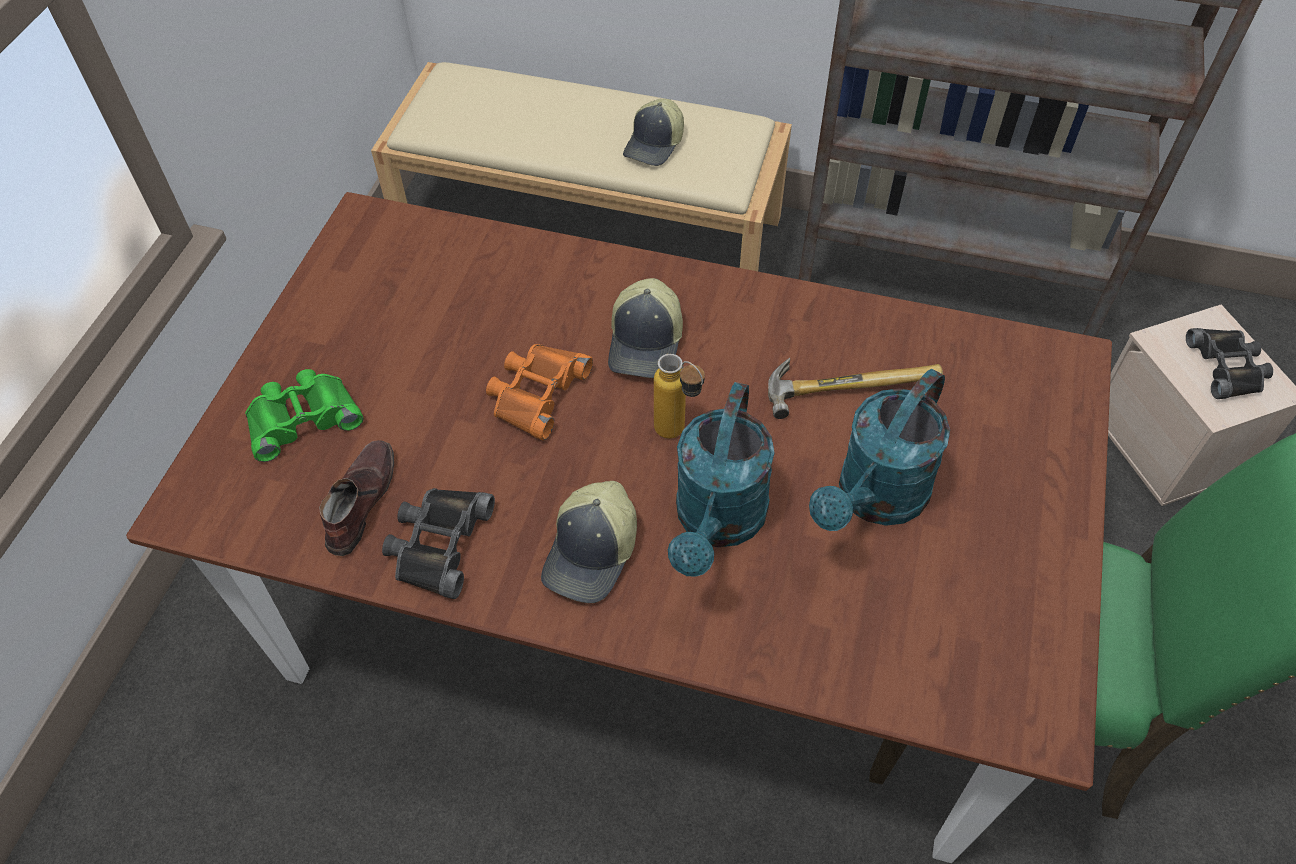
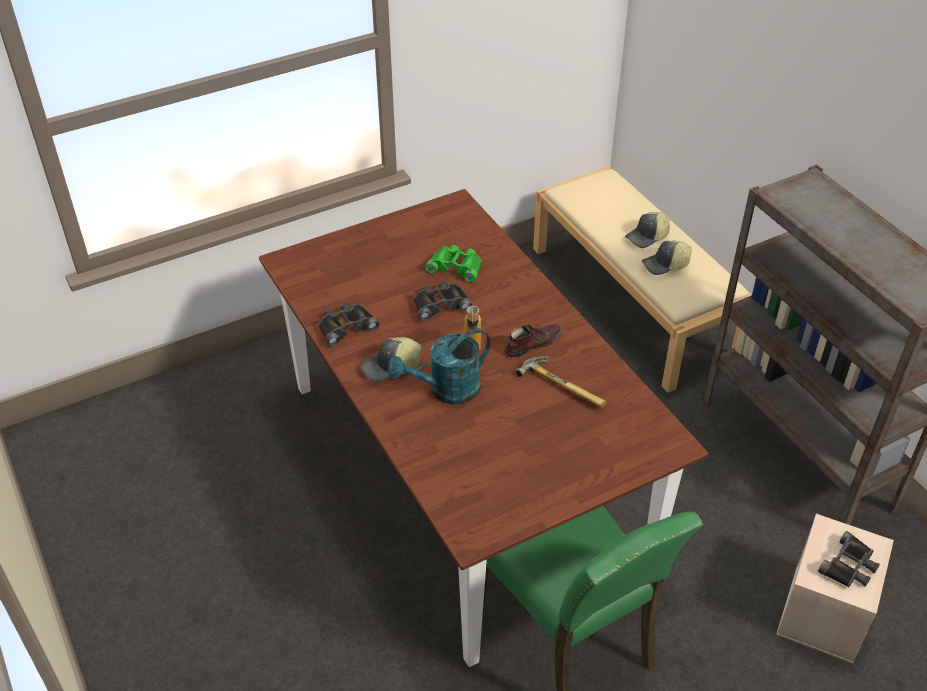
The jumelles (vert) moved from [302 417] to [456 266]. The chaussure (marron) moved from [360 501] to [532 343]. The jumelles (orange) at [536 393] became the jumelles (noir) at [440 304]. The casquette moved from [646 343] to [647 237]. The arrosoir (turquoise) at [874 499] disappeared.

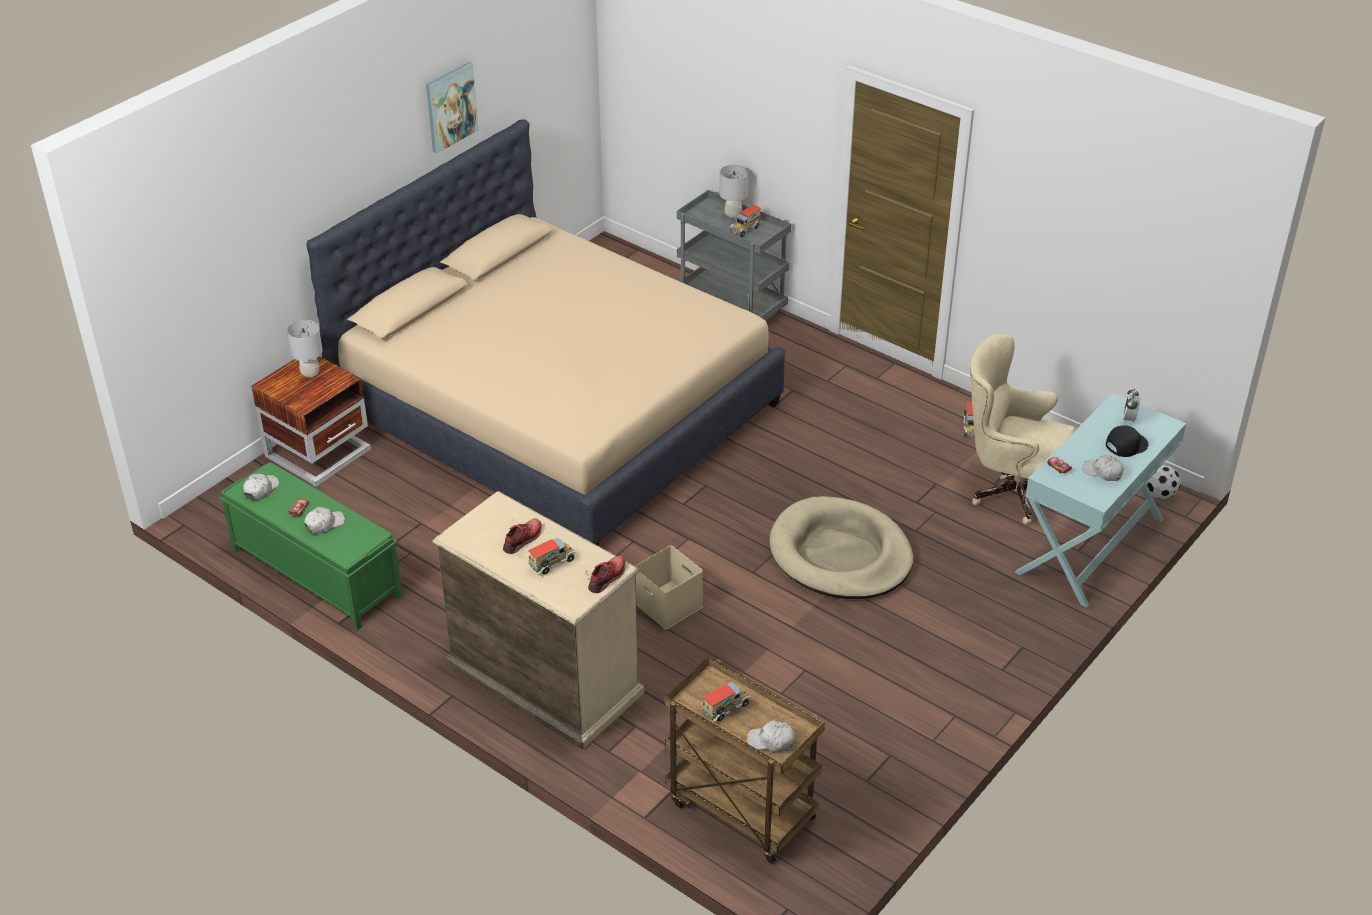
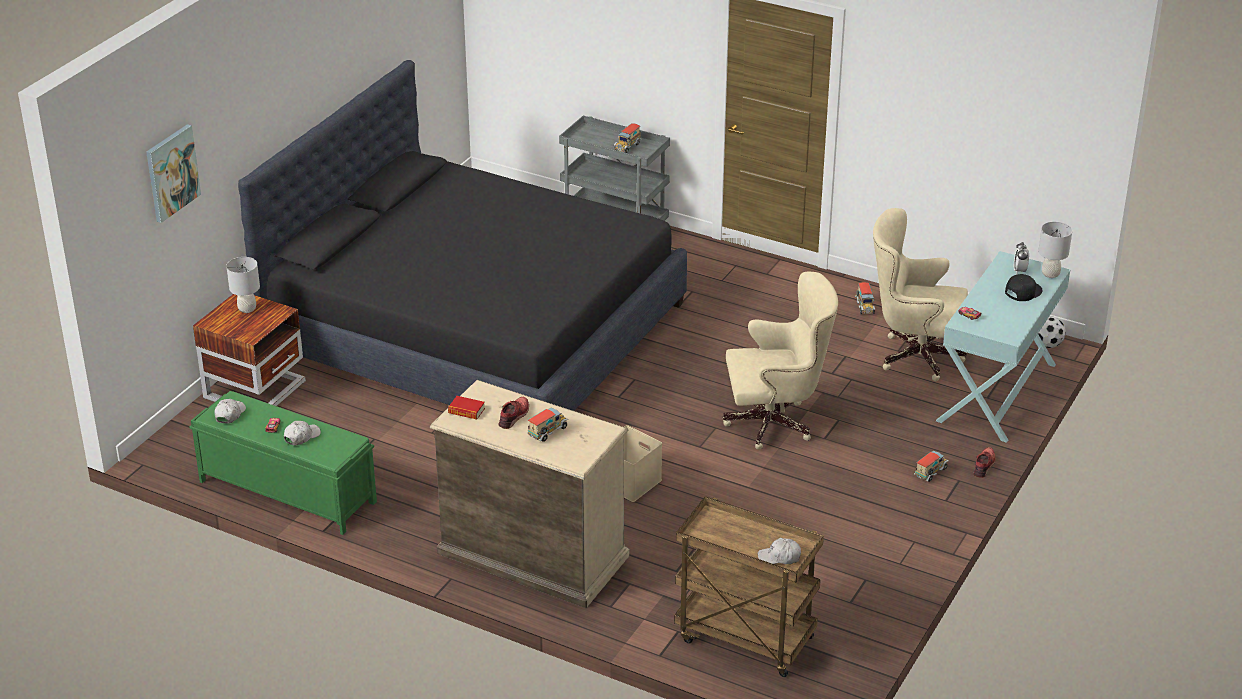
The lit (beige) at [556 408] became the lit (noir) at [474 328]. The tableau moved from [450 106] to [172 172]. The chaussure (rouge) moved from [607 578] to [984 465]. The camion jouet moved from [726 709] to [931 473]. The lampe de table (gris) moved from [732 215] to [1050 275]. The panier pour chien (beige) at [840 554] was replaced by the chaise de bureau (beige) at [775 423]. The casquette (blanc) at [1102 472] disappeared. The livre at [466 411] appeared.

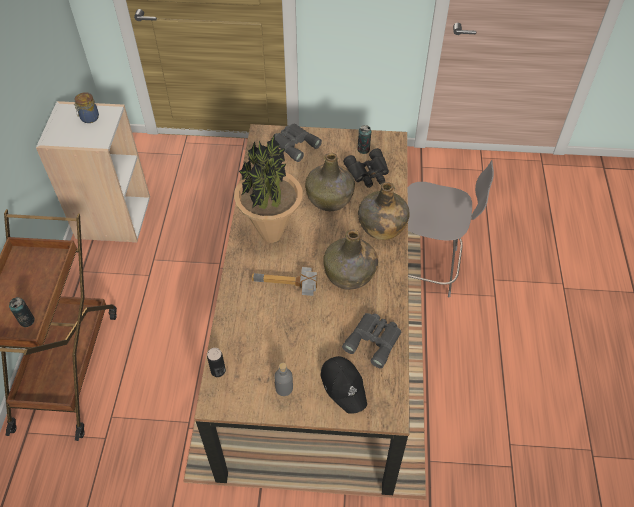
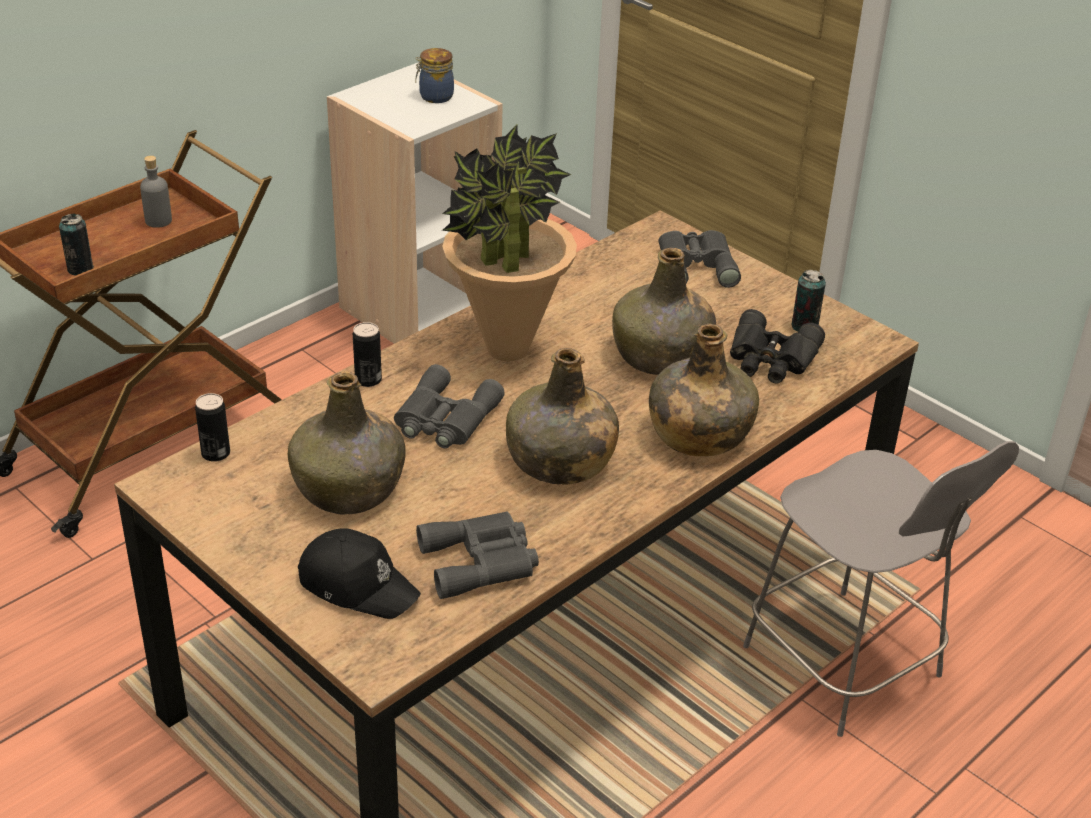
The marteau at [286 286] was replaced by the jumelles (gris) at [444 419]. The bouteille (gris) moved from [284 388] to [158 221]. The casquette (noir) at [344 386] turned 75 degrees counterclockwise. The bouteille (vert) at [350 488] appeared. The boîte métallique at [368 380] appeared.

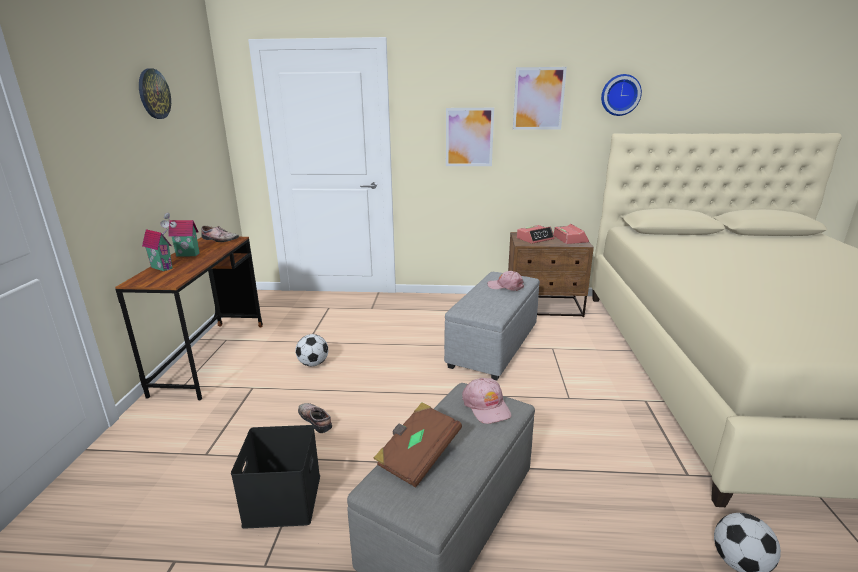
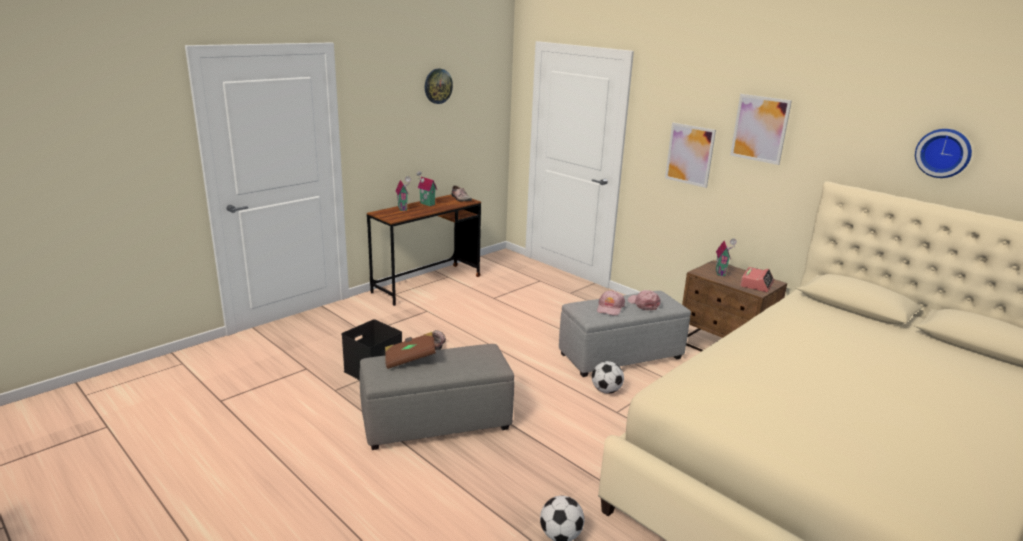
The ballon de foot moved from [313 364] to [606 390]. The casquette (rose) moved from [486 406] to [610 308]. The réveil at [535 239] was replaced by the maison miniature at [721 273]. The horloge murale moved from [620 95] to [943 153].

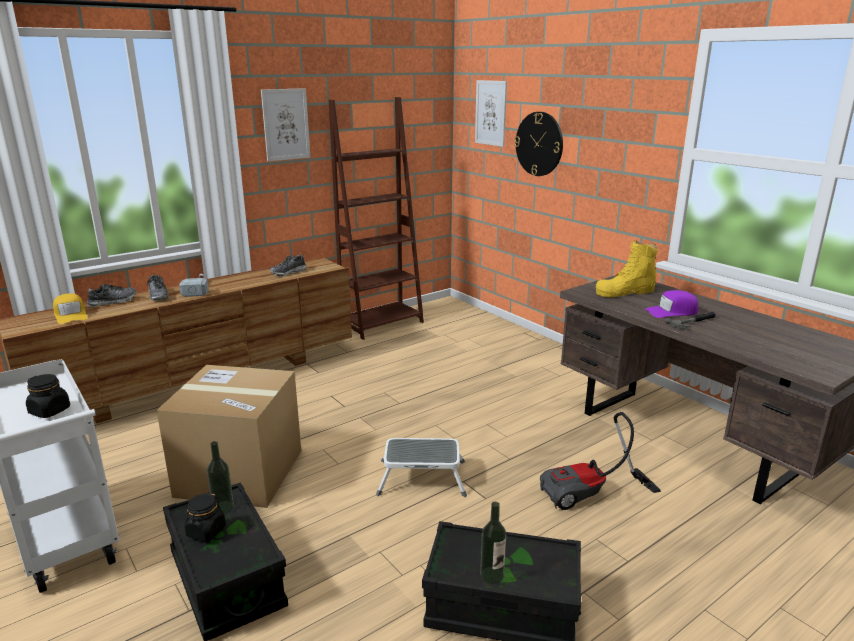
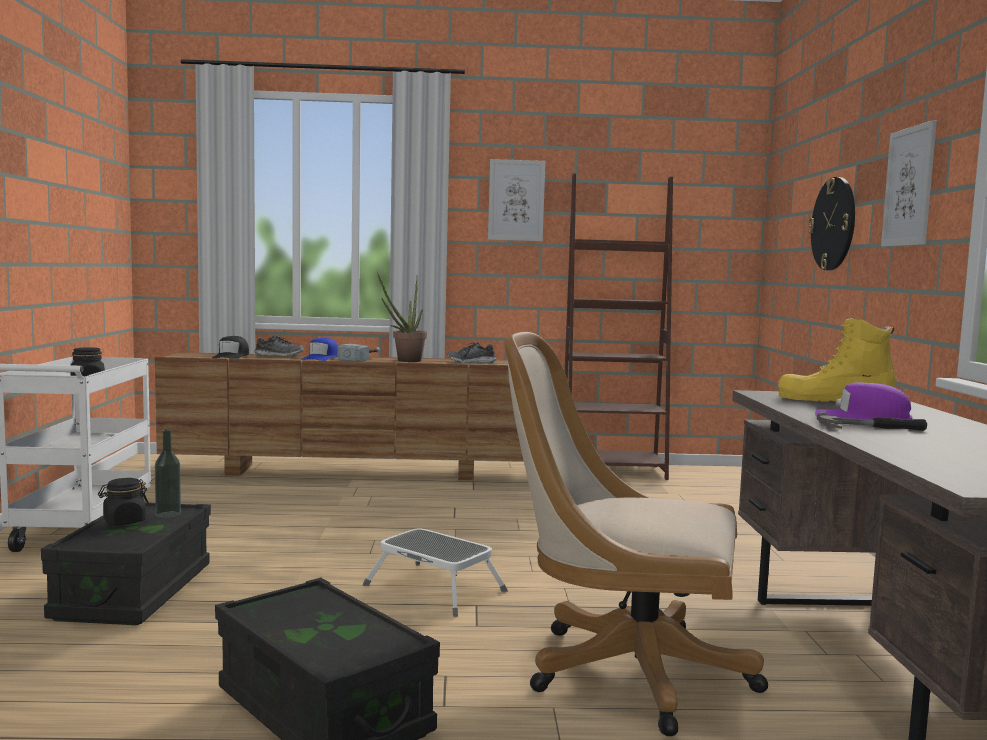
The casquette (jaune) at [71 315] became the casquette (noir) at [231 356]. The chaussure at [158 296] was replaced by the casquette (bleu) at [321 358]. The carton at [240 473] disappeared. The tableau moved from [491 113] to [909 187]. The bouteille at [492 575] disappeared. The aspirateur at [591 495] was replaced by the chaise de bureau at [622 670]. The plante en pot at [405 361] appeared.

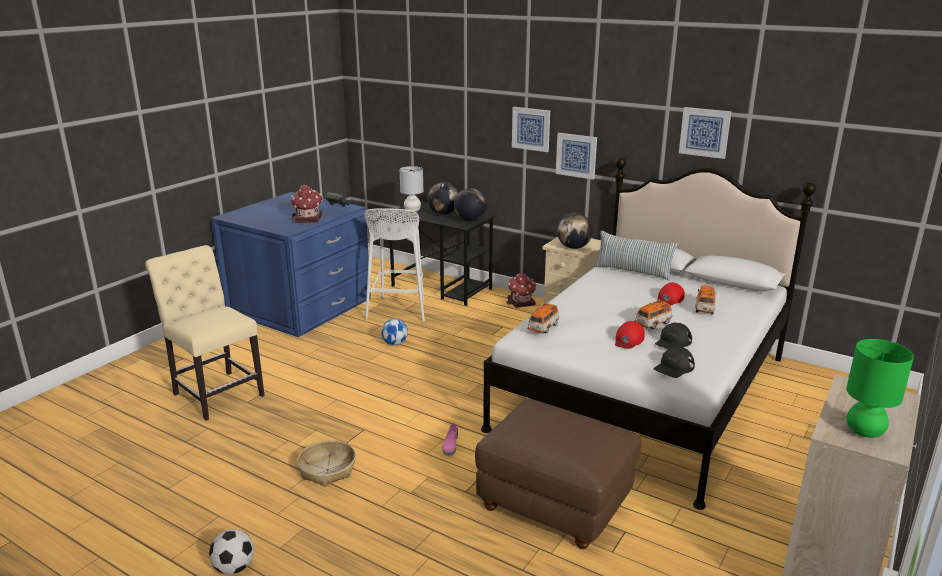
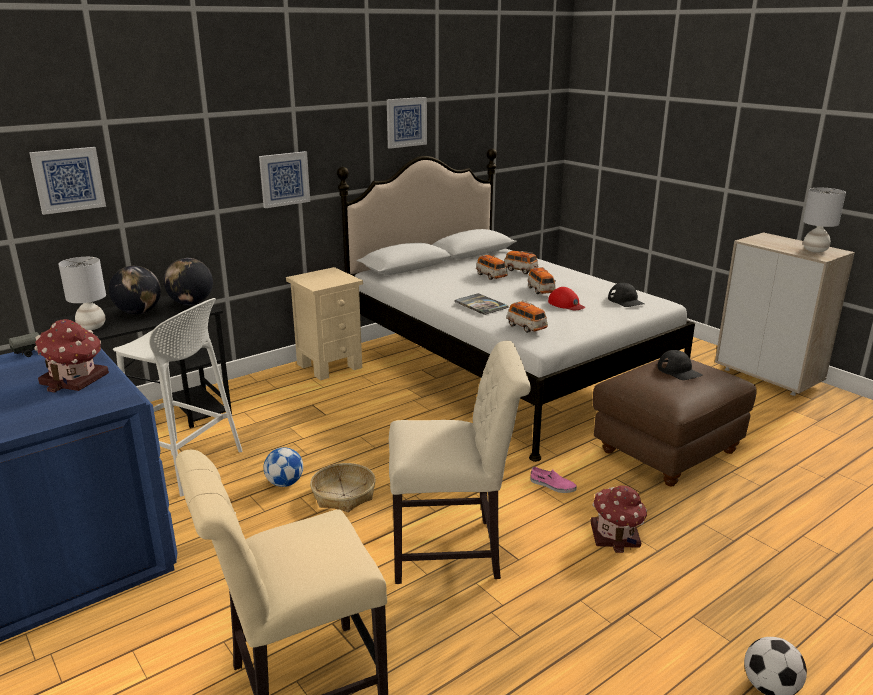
The panier moved from [328 470] to [343 495]. The maison miniature moved from [521 302] to [616 535]. The tableau moved from [531 129] to [68 180]. The globe at [573 247] disappeared. The coussin at [633 271] disappeared. The casquette (noir) moved from [673 342] to [679 371]. The casquette (rouge) at [669 299] was replaced by the petite voiture at [491 276]. The lampe de table (vert) at [865 432] became the lampe de table (gris) at [815 250]. The chaise (beige) at [454 551] appeared. The livre at [481 305] appeared.

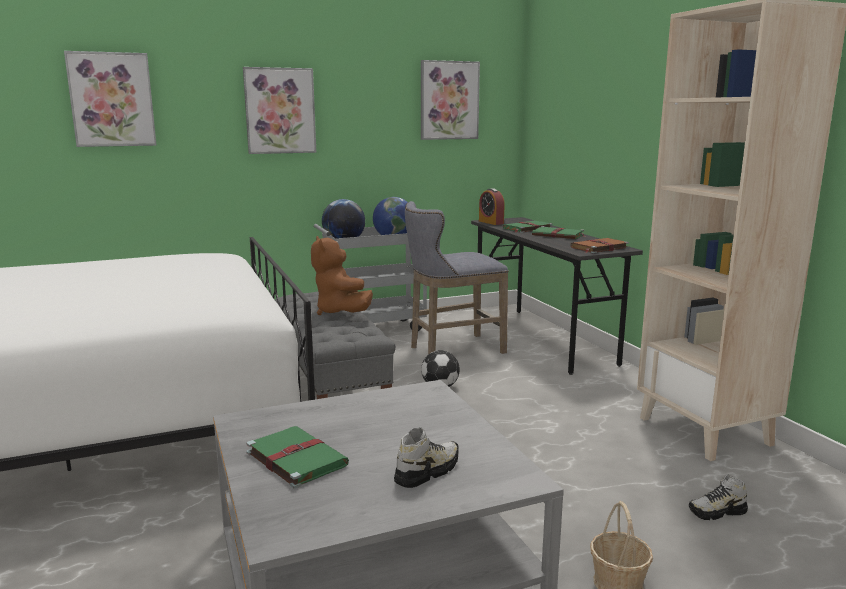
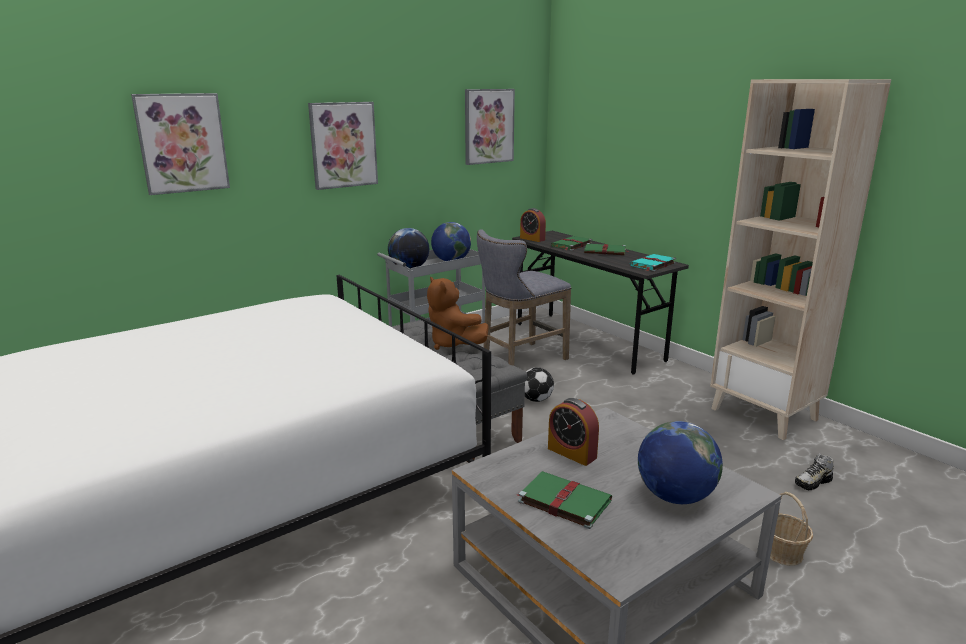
The chaussure at [427 471] was replaced by the globe at [675 496]. The livre (marron) at [598 248] became the livre (turquoise) at [652 264]. The réveil at [572 453] appeared.

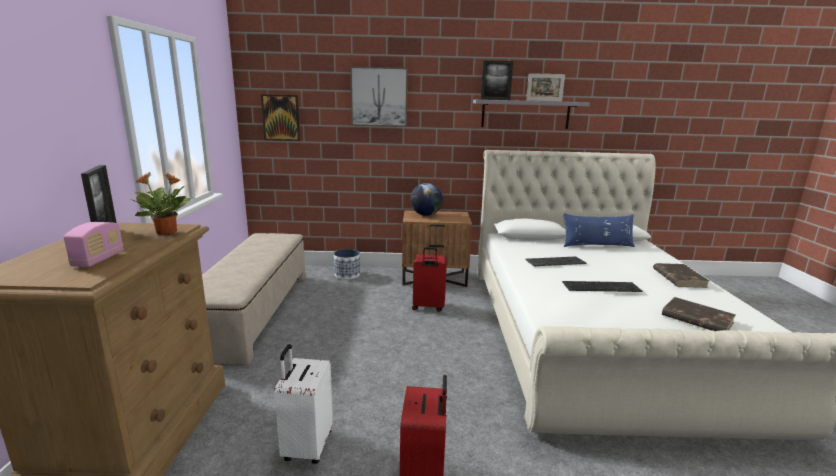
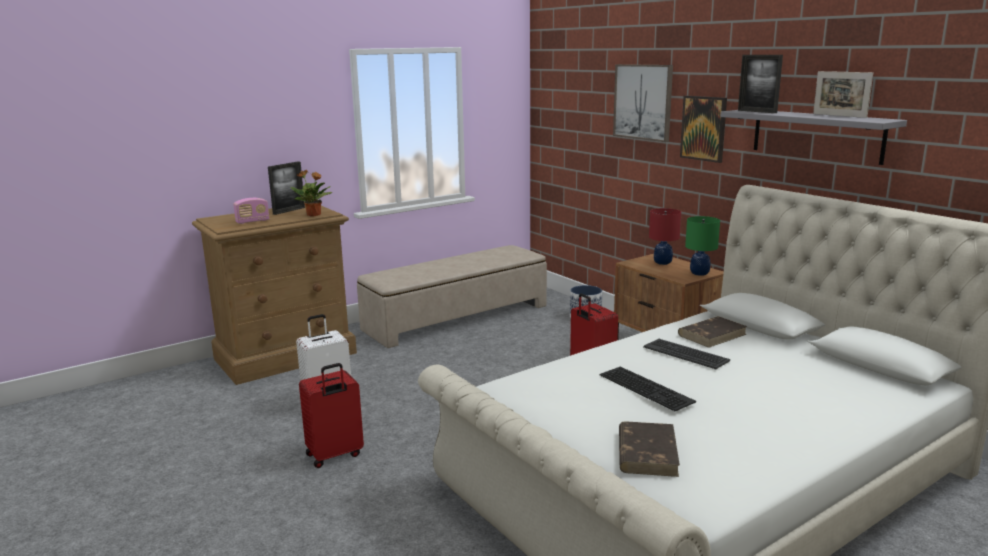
The tableau moved from [281 117] to [703 128]. The globe at [426 215] was replaced by the lampe de table (rouge) at [662 263]. The coussin (bleu) at [597 245] disappeared. The livre (marron) moved from [678 278] to [712 334]. The lampe de table (vert) at [700 274] appeared.

